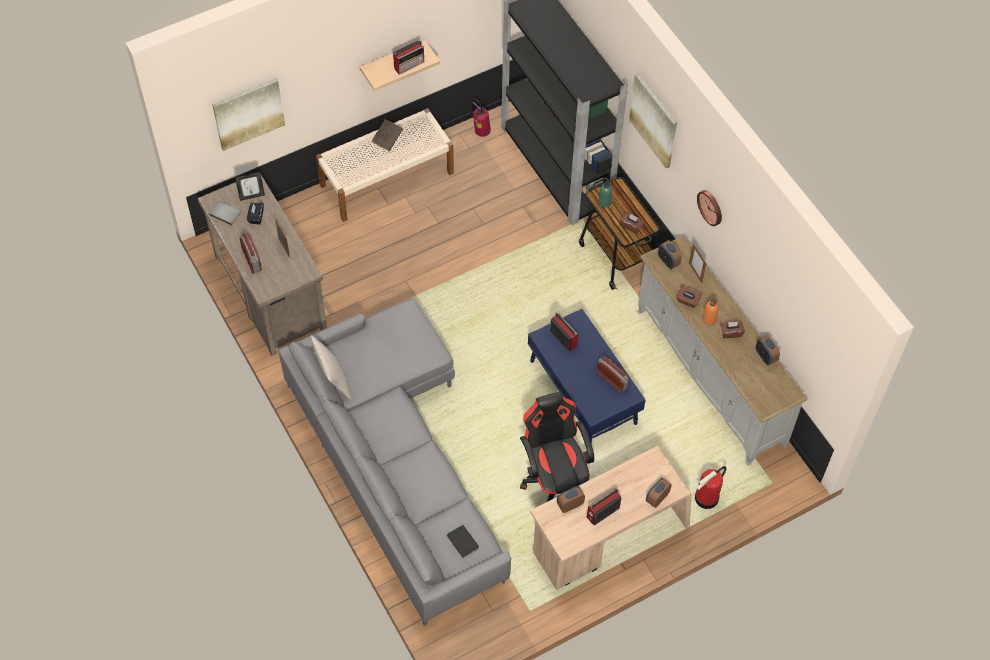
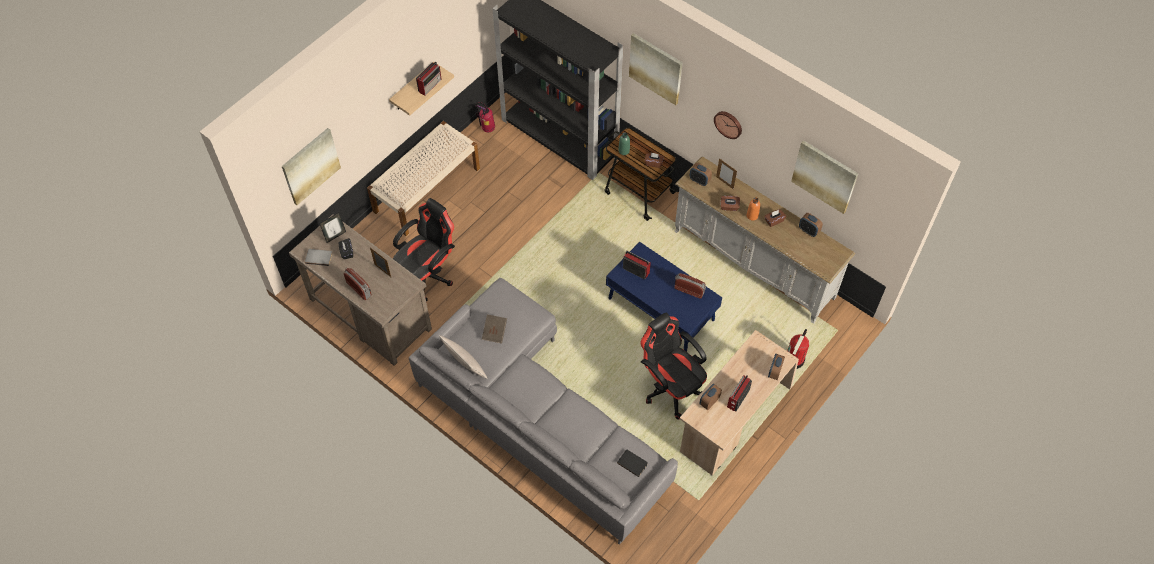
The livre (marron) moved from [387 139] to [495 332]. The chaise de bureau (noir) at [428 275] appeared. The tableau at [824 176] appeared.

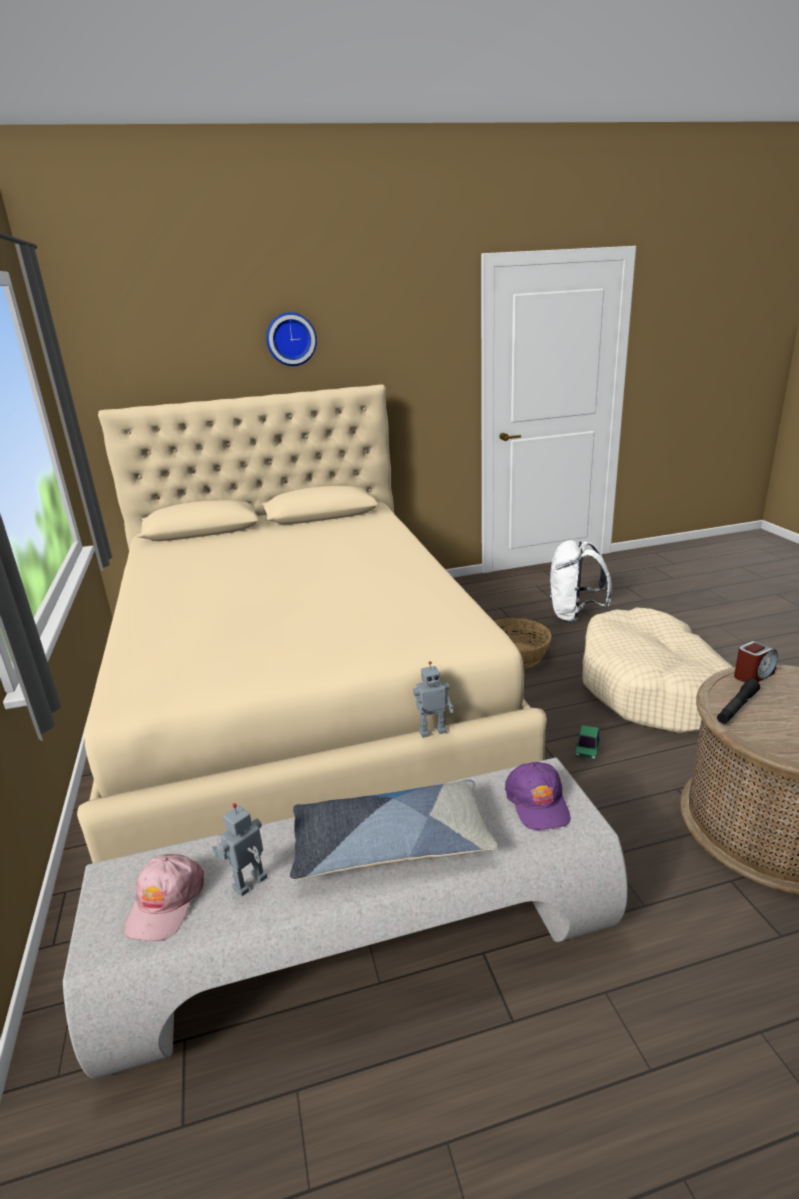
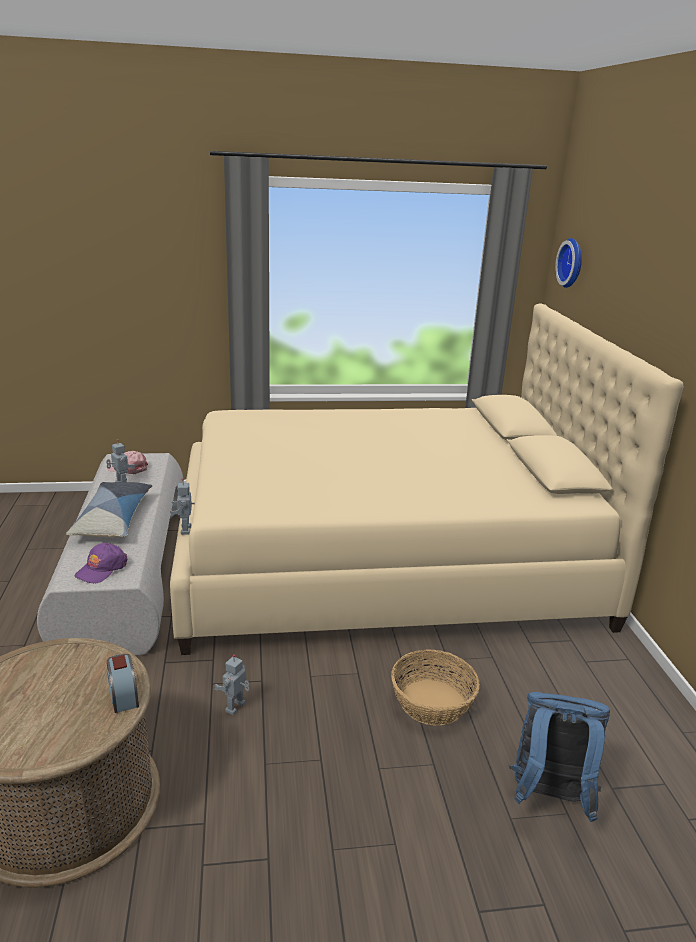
The horloge murale moved from [291 339] to [572 263]. The casquette (violet) at [538 802] turned 60 degrees counterclockwise. The sac à dos (blanc) at [575 615] became the sac à dos (bleu) at [549 797]. The petite voiture at [587 750] was replaced by the robot jouet at [236 708]. The panier pour chien (beige) at [654 688] disappeared. The lampe de poche (noir) at [737 707] disappeared.

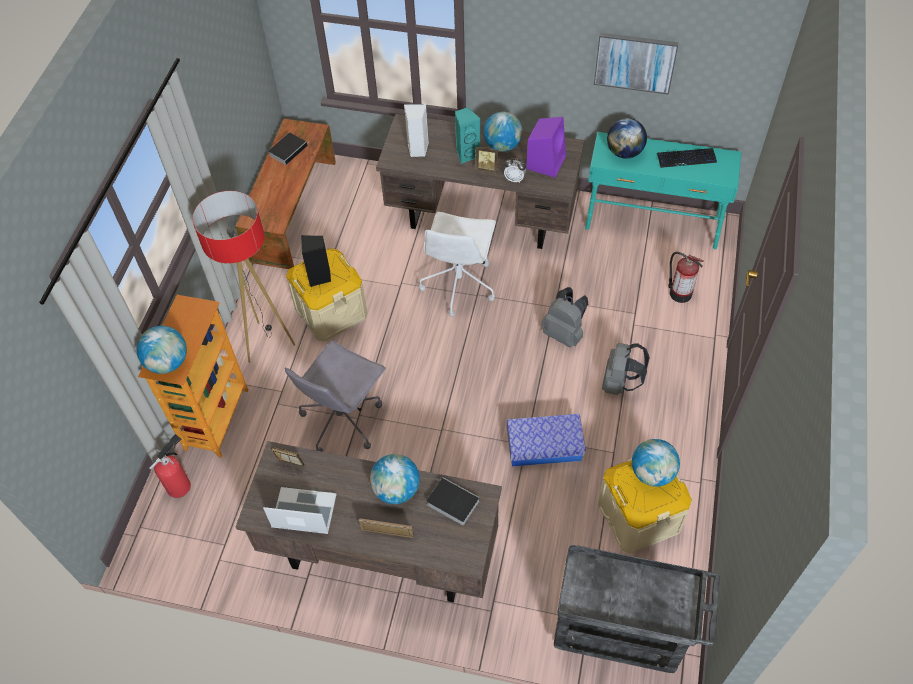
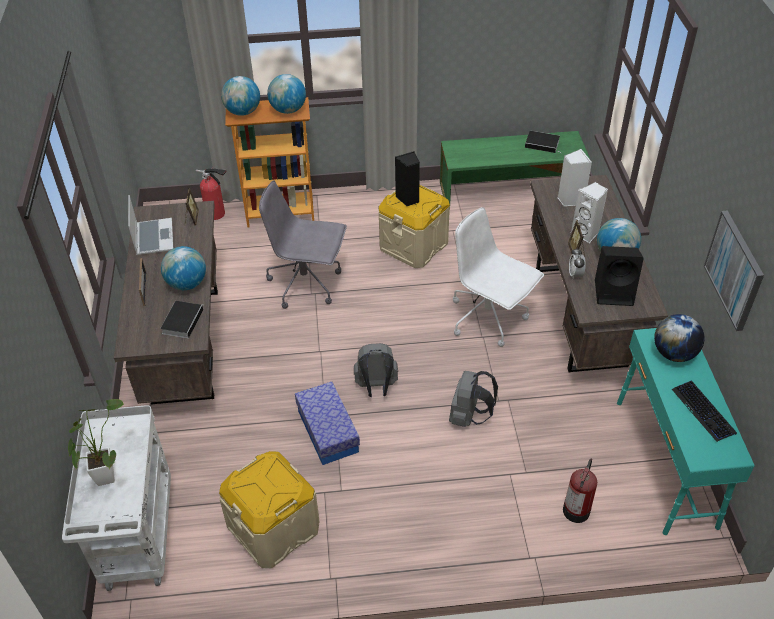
The lampadaire at [267 343] disappeared. The banc (marron) at [291 209] became the banc (vert) at [511 189]. The chaise de bureau (blanc) at [459 282] turned 45 degrees clockwise. The enceinte (turquoise) at [467 154] became the enceinte (blanc) at [586 233]. The enceinte (violet) at [546 162] became the enceinte (noir) at [615 292]. The chariot (noir) at [622 637] became the chariot (blanc) at [139 541]. The sac à dos (gris) moved from [619 383] to [376 387]. The globe moved from [652 473] to [288 110]. The plante en pot at [106 473] appeared.

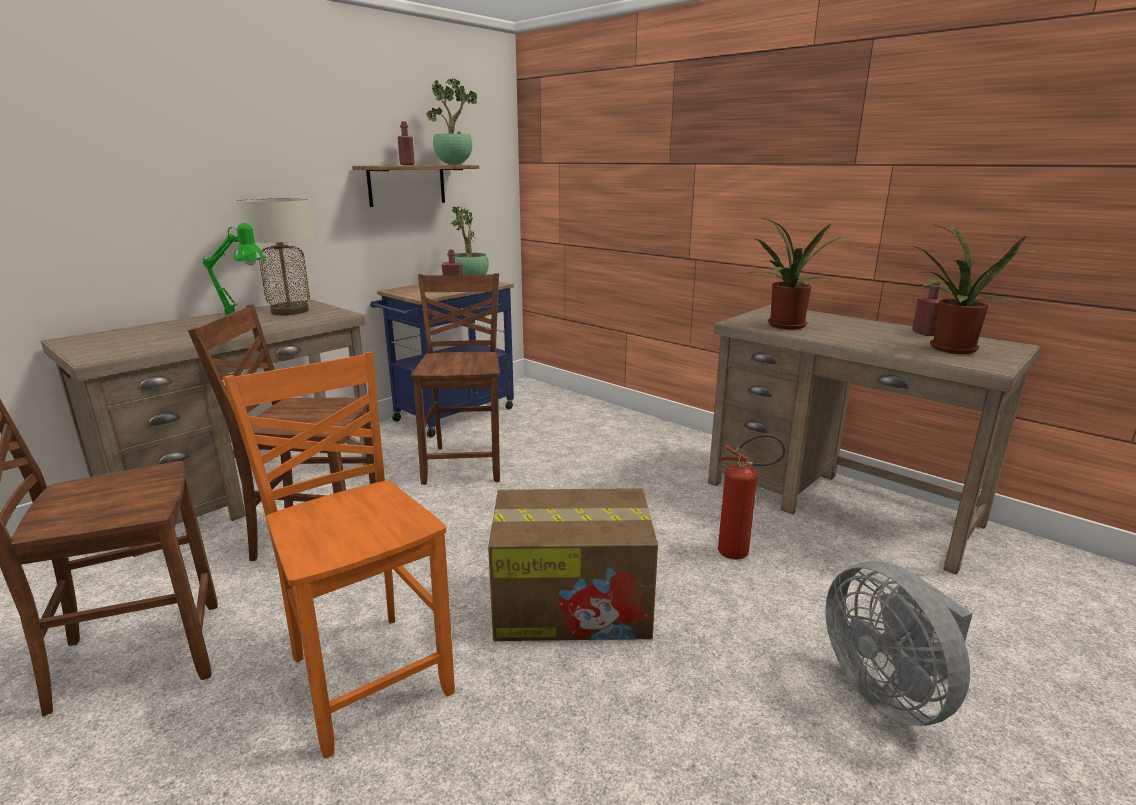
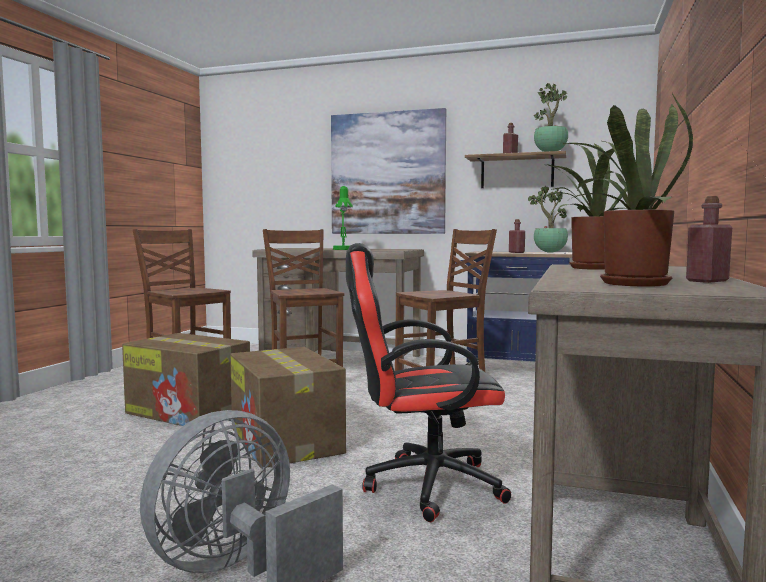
The chaise (orange) at [367 674] was replaced by the carton at [190 412]. The lampe de table at [290 311] disappeared. The extincteur at [741 553] was replaced by the chaise de bureau (noir) at [422 487]. The tableau at [387 173] appeared.

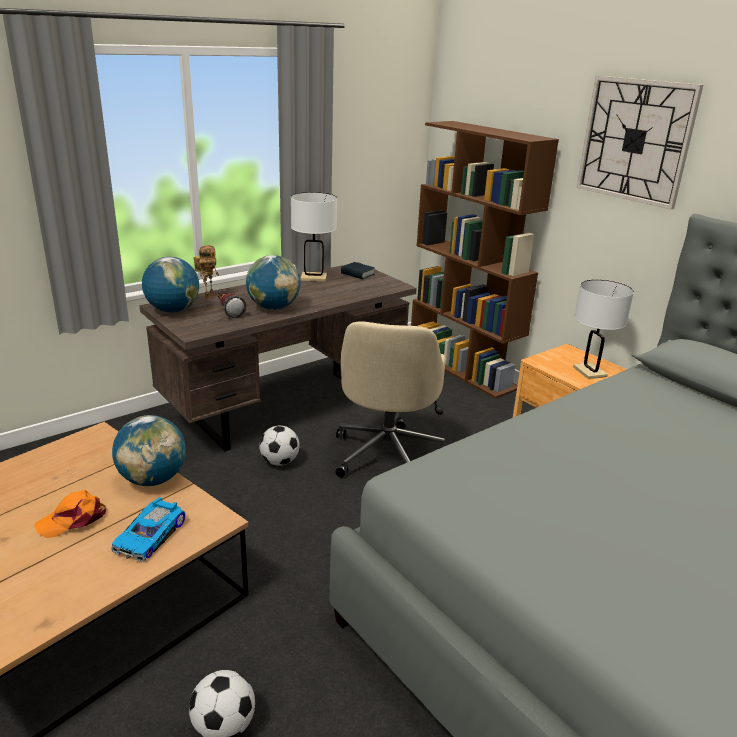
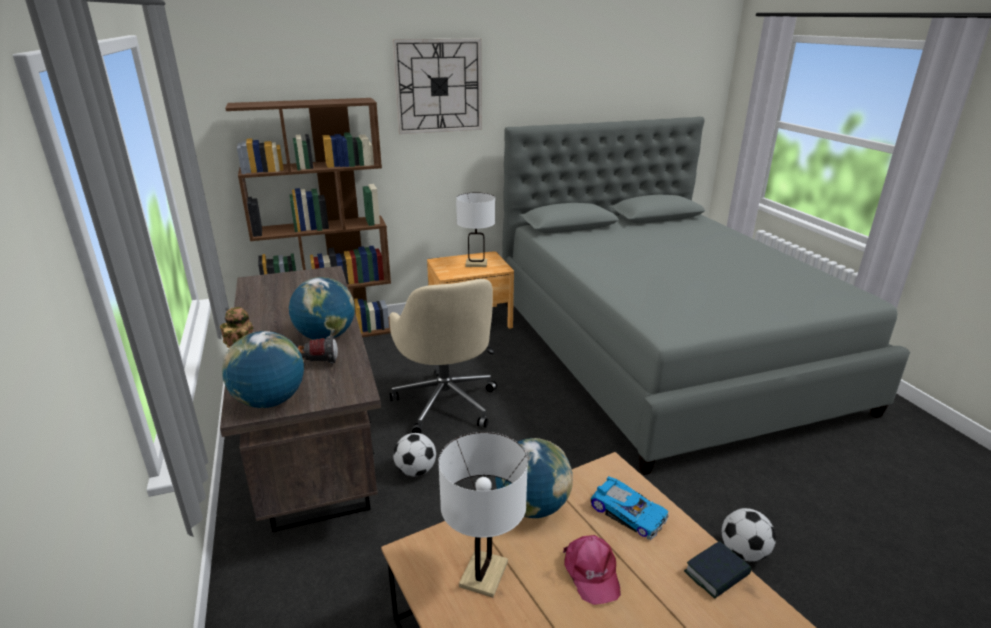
The casquette (orange) at [73 519] became the casquette (rose) at [591 572]. The lampe de table (blanc) moved from [313 278] to [484 574]. The chaise de bureau (beige) at [387 456] turned 45 degrees clockwise. The livre moved from [357 274] to [716 574].

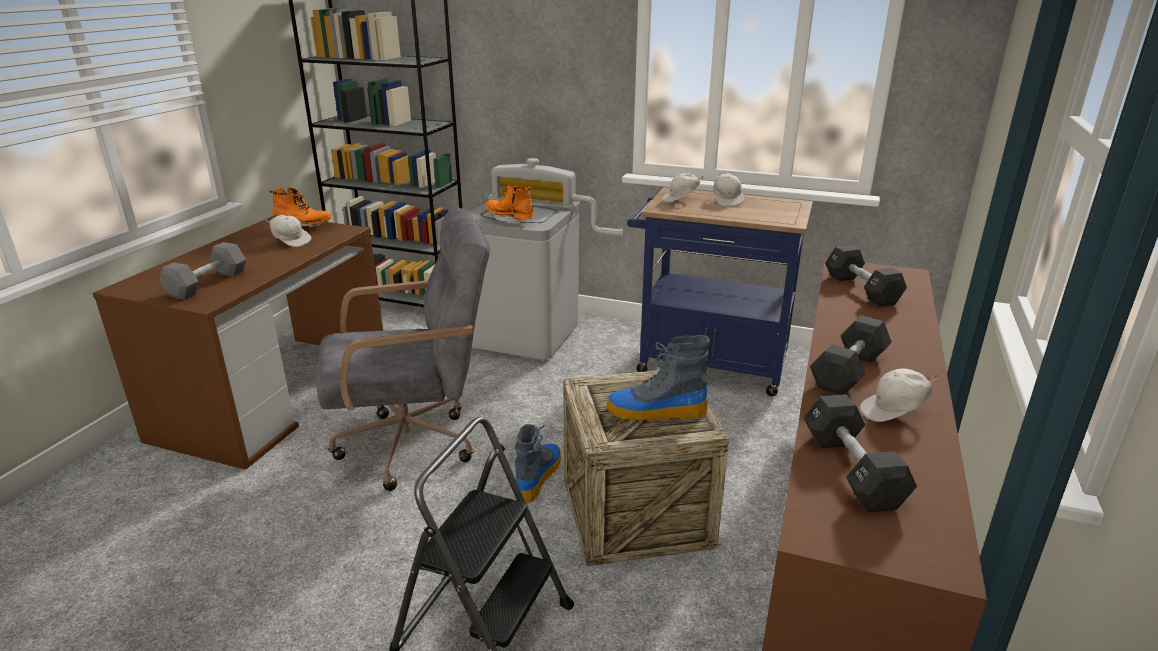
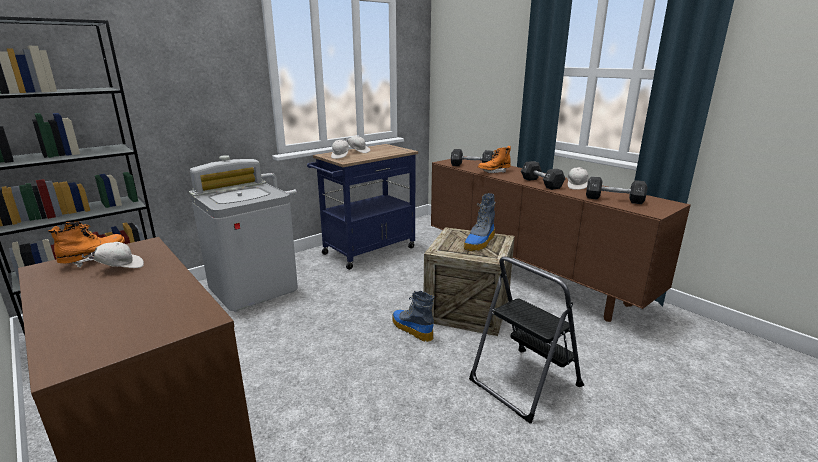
The haltère (gris) at [207 284] disappeared. The chaise de bureau (gris) at [416 446] disappeared. The botte (orange) moved from [509 219] to [494 172].

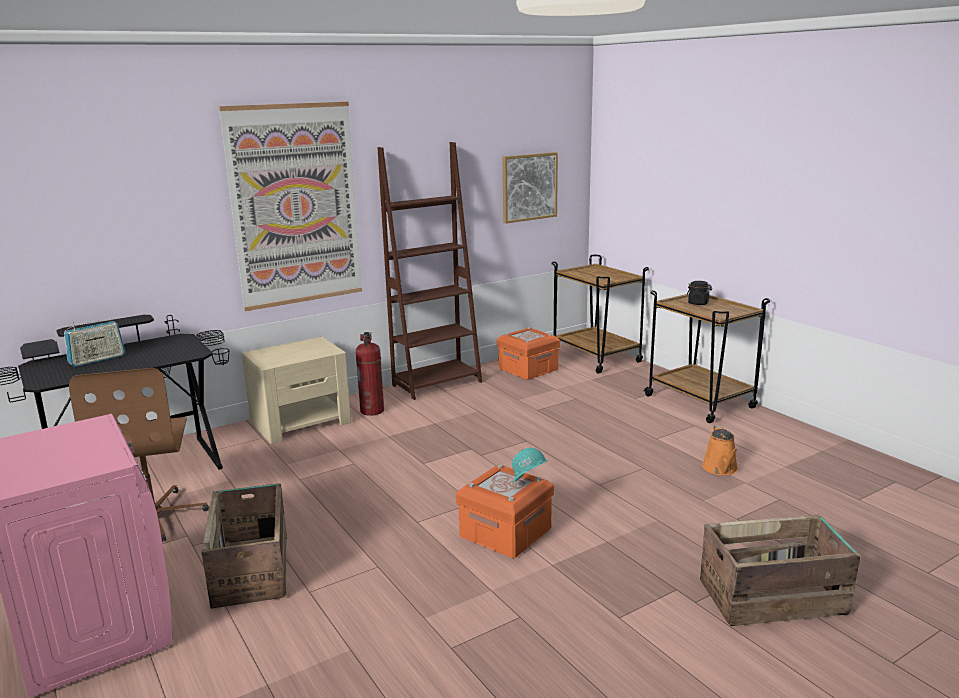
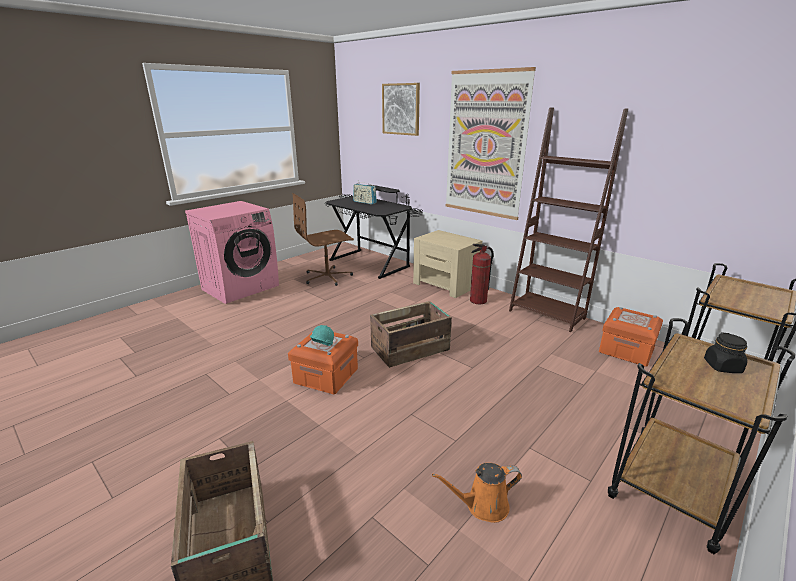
The caisse moved from [252 568] to [411 349]. The tableau moved from [529 187] to [401 109].

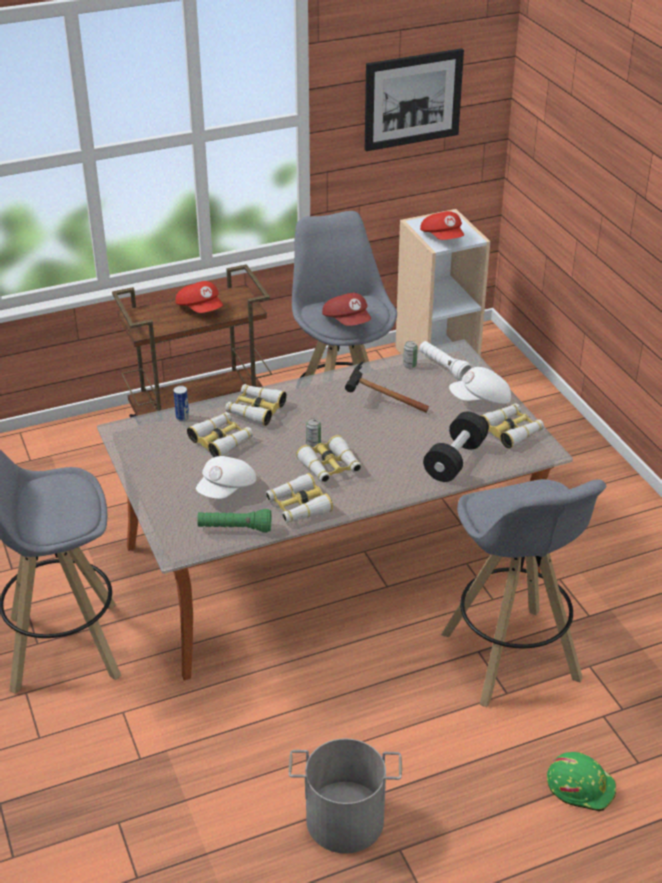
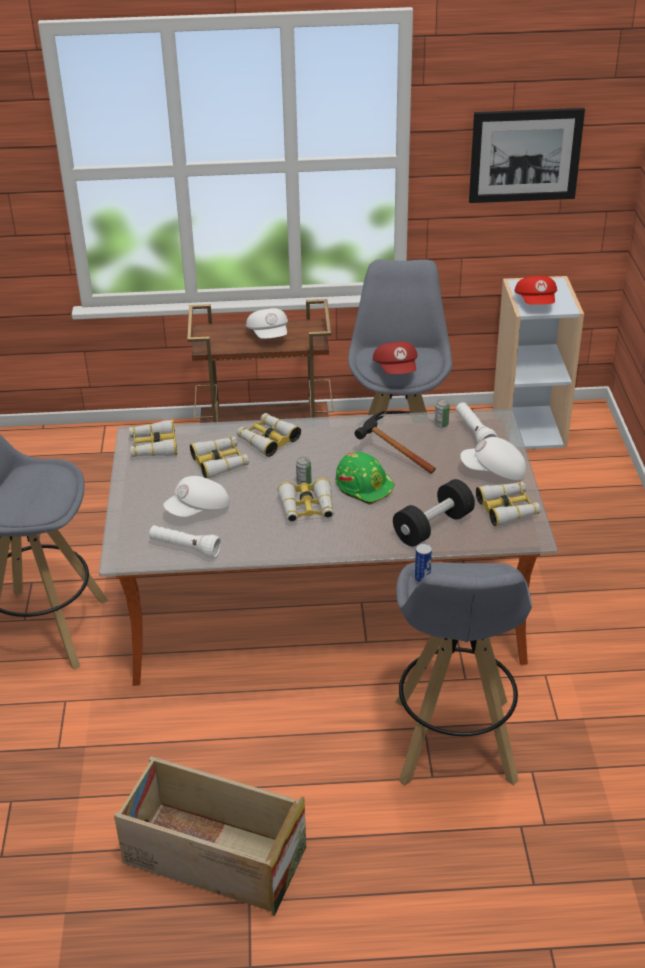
The boîte métallique moved from [182 417] to [422 579]. The casquette (rouge) at [201 309] became the casquette (blanc) at [269 335]. The lampe de poche (vert) at [234 528] became the lampe de poche (blanc) at [185 548]. The jumelles moved from [298 506] to [153 446]. The seau (gris) at [345 818] was replaced by the caisse at [212 856]. The casque de chantier (vert) moved from [580 786] to [365 485].

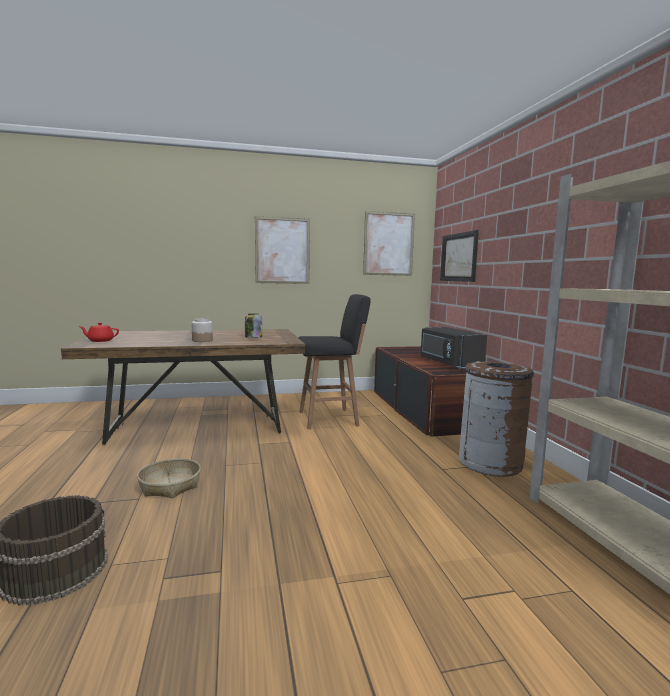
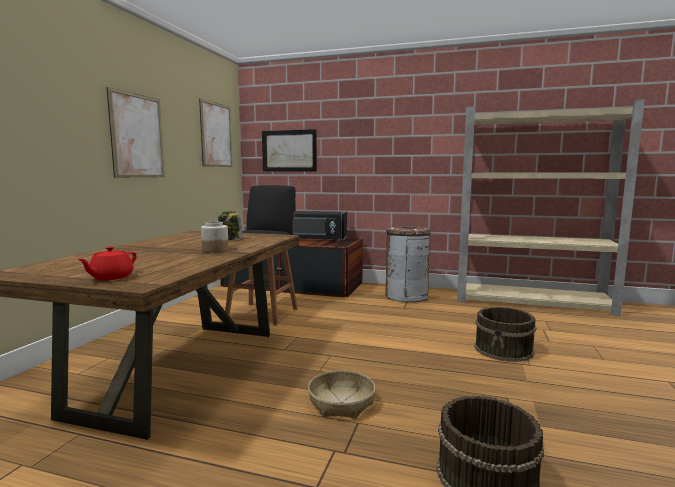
The seau (marron) at [504 349] appeared.

